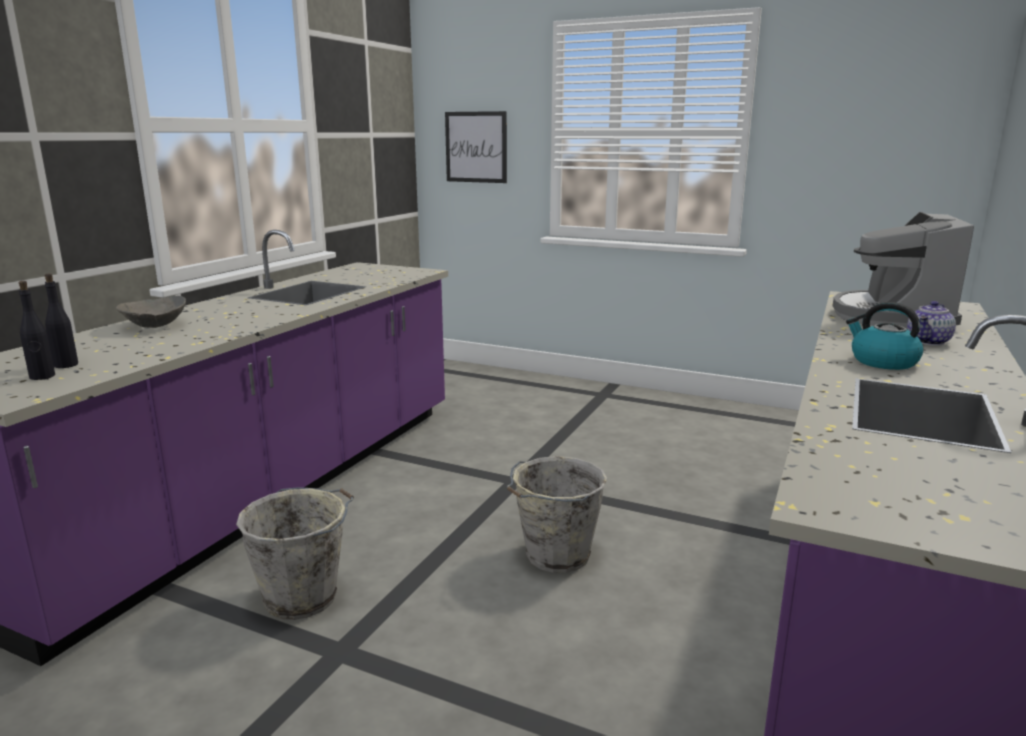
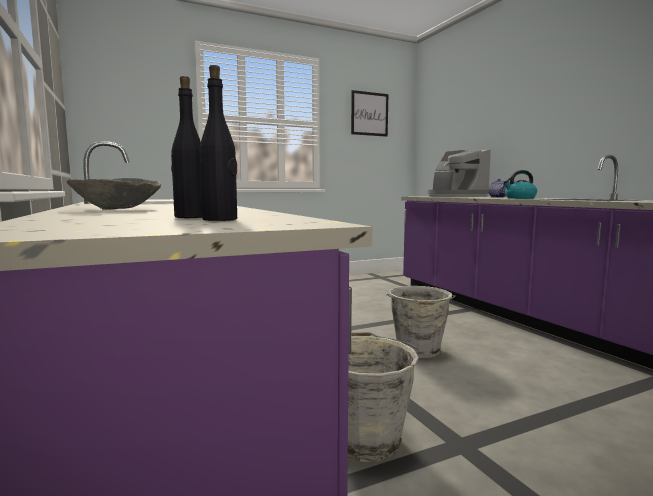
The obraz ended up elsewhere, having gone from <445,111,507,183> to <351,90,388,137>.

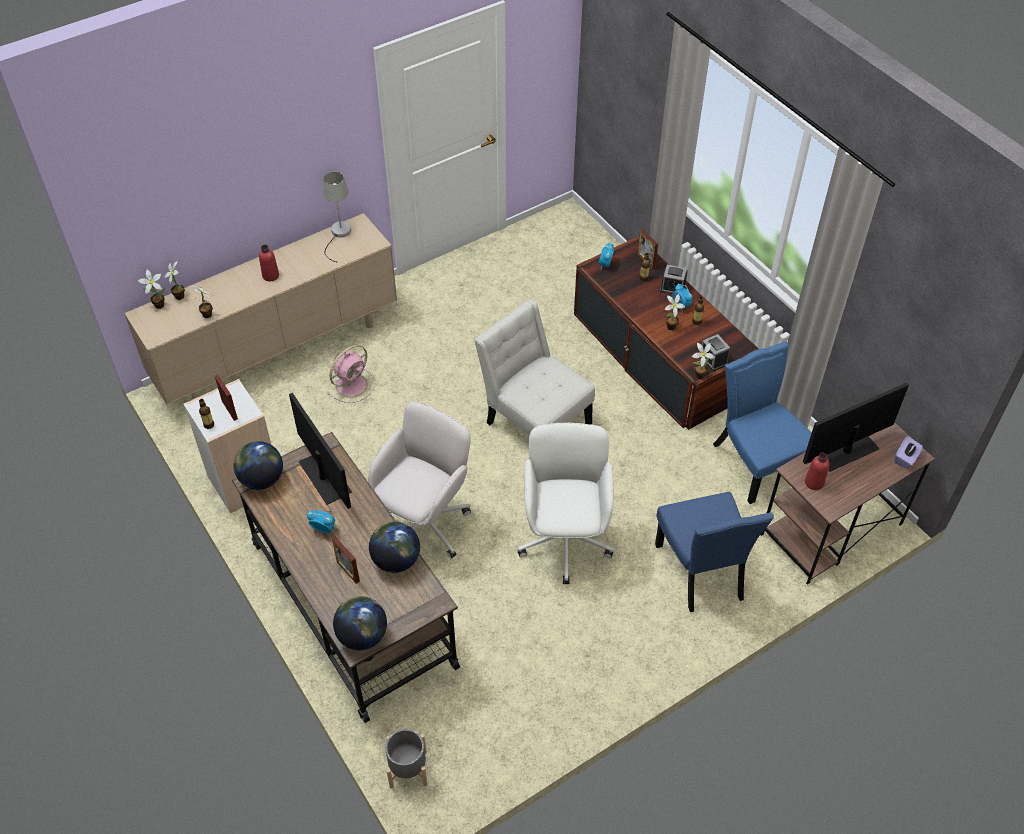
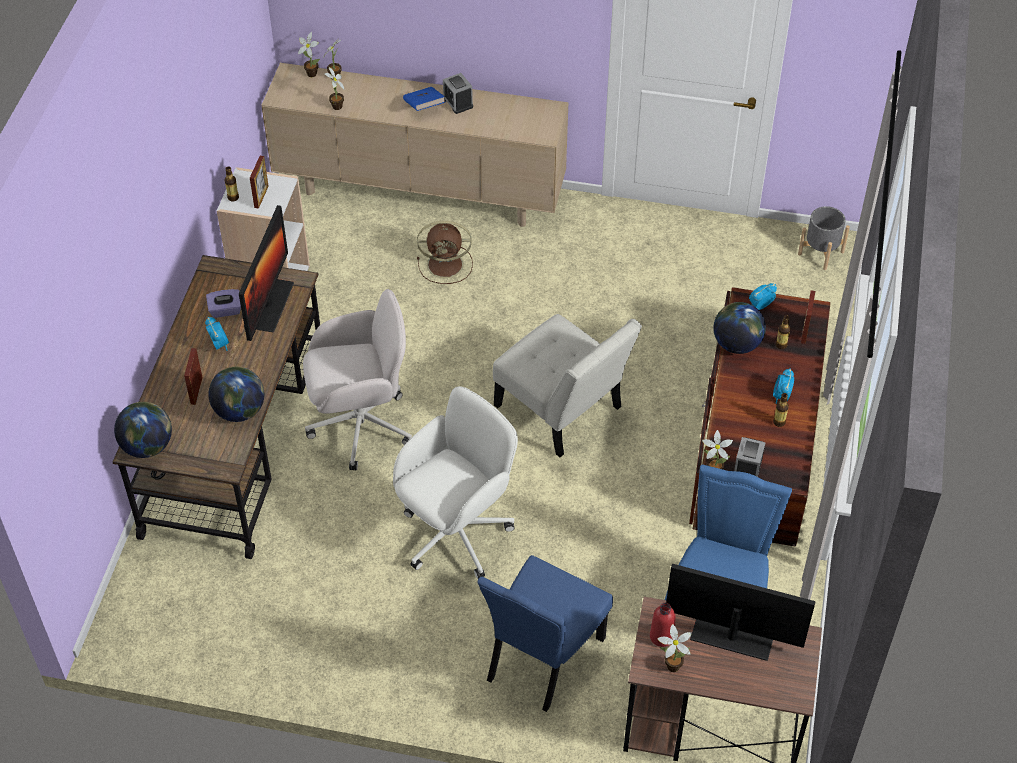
The second view lost the lampa stołowa [szary] at <323,172,351,263>.
The globus ended up elsewhere, having gone from <233,441,283,490> to <713,302,766,354>.
The donica [szary] ended up elsewhere, having gone from <385,729,428,789> to <798,206,850,270>.
The budzik ended up elsewhere, having gone from <660,265,688,293> to <443,73,473,114>.
The roślina doniczkowa ended up elsewhere, having gone from <665,294,685,330> to <657,624,692,672>.
The pudełko chusteczek [fioletowy] ended up elsewhere, having gone from <894,436,923,469> to <206,289,241,318>.
Where the butelka [czerwony] stood at <259,245,279,281>, the książka [niebieski] came to stand at <403,87,445,111>.
What was the wentylator [różowy] at <327,345,376,403> turned into the wentylator [brązowy] at <417,221,473,284>.
The krzesło [biały] at <474,299,595,435> ended up facing another way, 135 degrees clockwise from before.

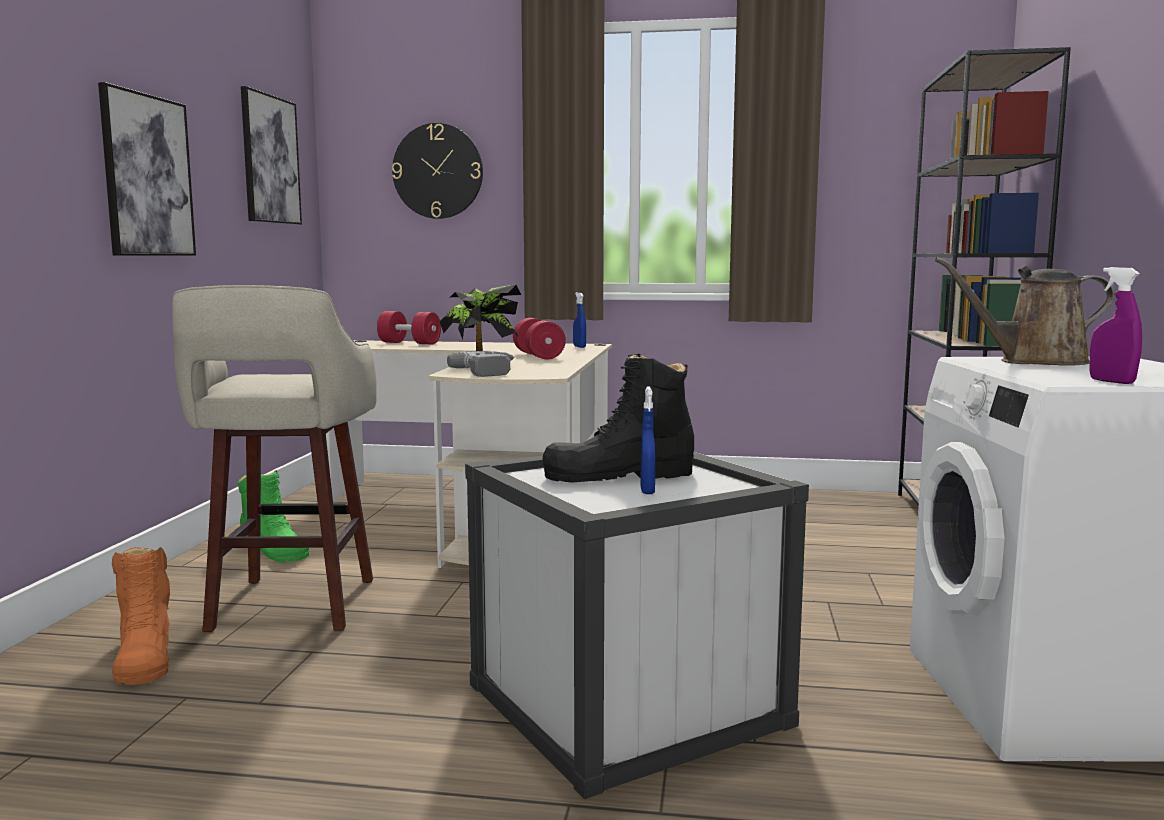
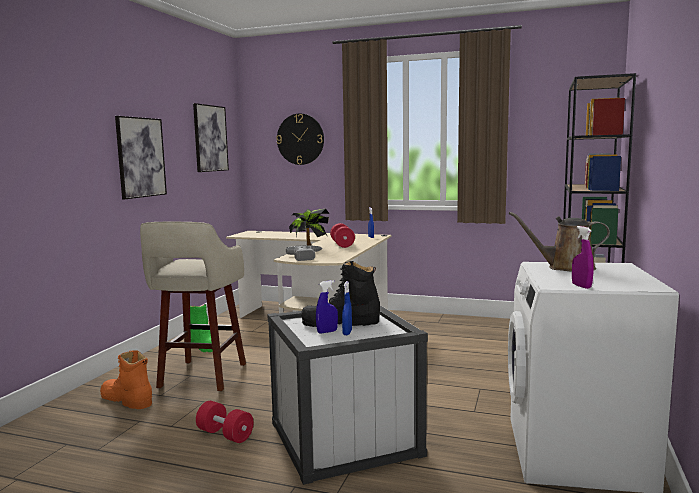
The second view gained the spryskiwacz [niebieski] at <316,280,338,334>.
The hantel [czerwony] ended up elsewhere, having gone from <377,311,441,345> to <196,401,254,443>.
The but z cholewką [pomarańczowy] at <112,547,170,685> ended up facing another way, 135 degrees clockwise from before.

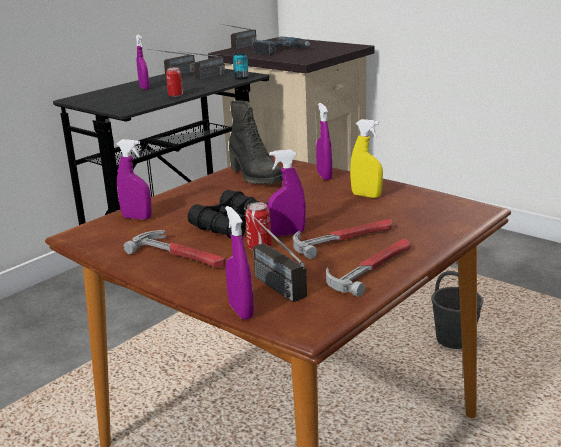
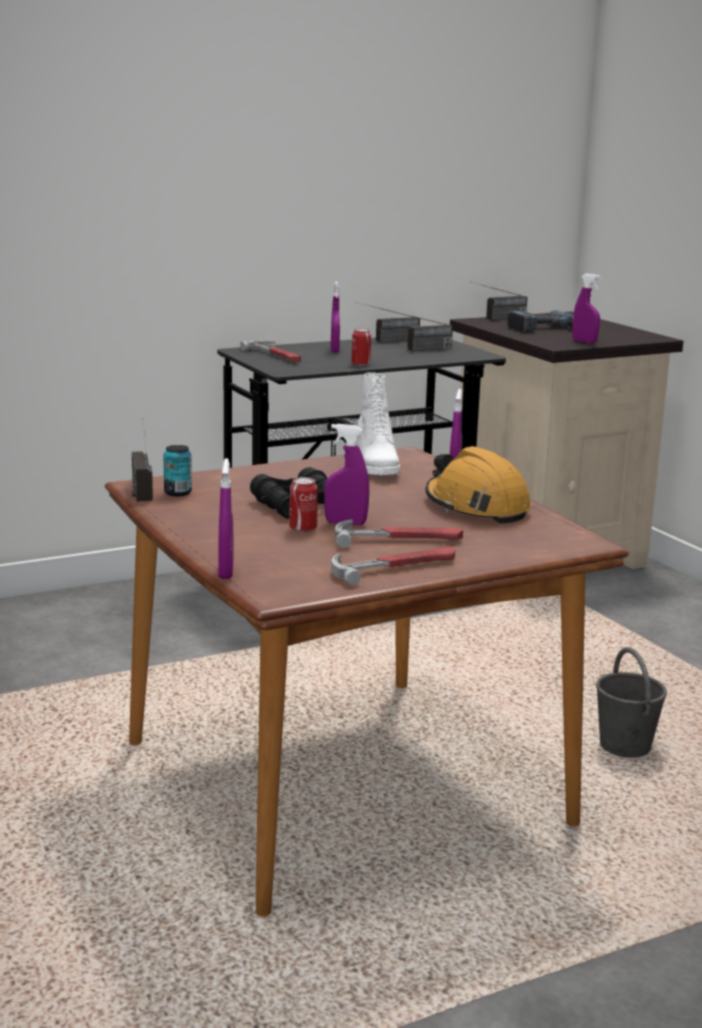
The spryskiwacz [fioletowy] ended up elsewhere, having gone from <117,139,152,220> to <573,273,601,343>.
The młotek ended up elsewhere, having gone from <123,230,226,268> to <240,340,301,362>.
The puszka ended up elsewhere, having gone from <233,52,249,80> to <164,445,192,496>.
The radio ended up elsewhere, having gone from <244,207,307,302> to <132,418,153,501>.
Where the spryskiwacz [żółty] stood at <350,119,383,198>, the kask [pomarańczowy] came to stand at <425,446,531,524>.
What was the but z cholewką [czarny] at <229,101,283,184> turned into the but z cholewką [biały] at <358,373,400,475>.

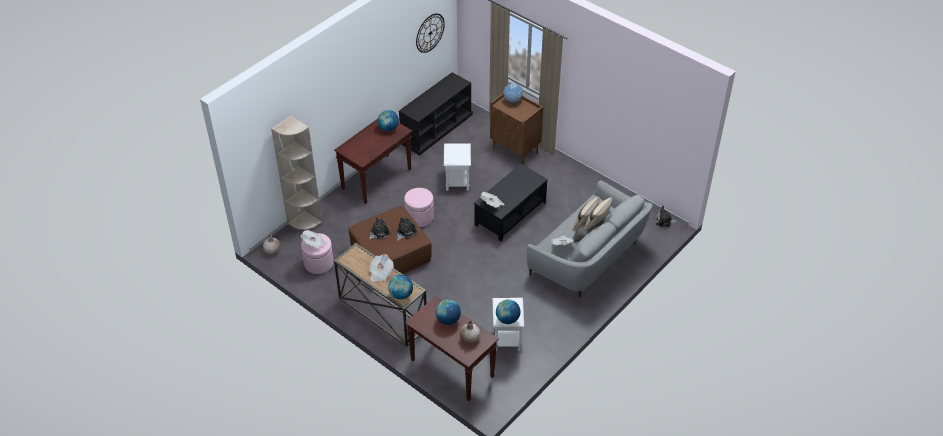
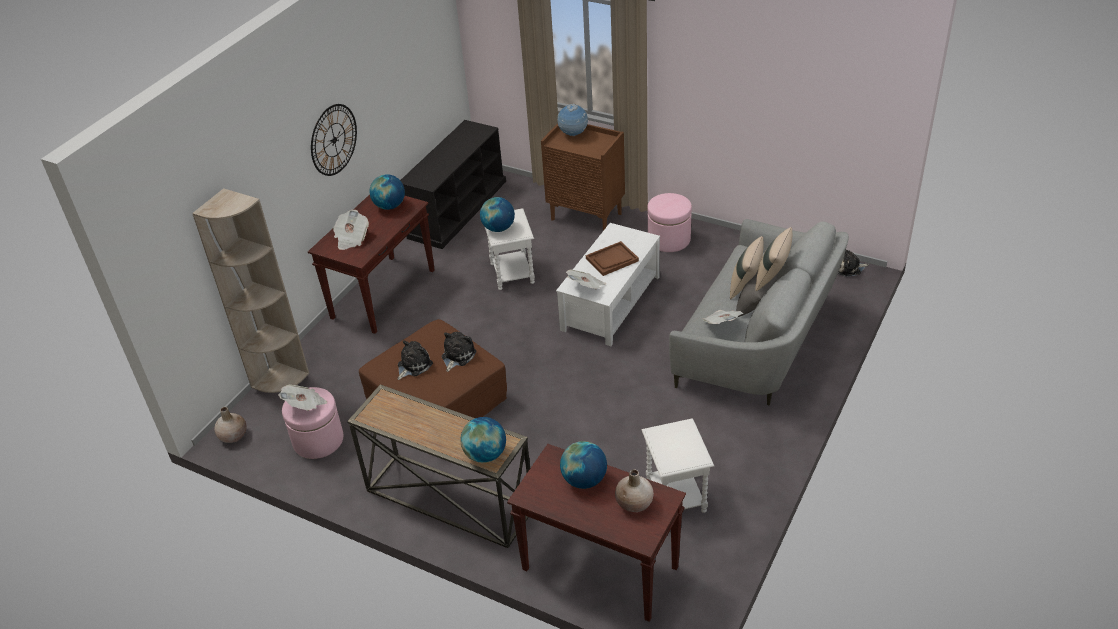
The second view gained the taca [brązowy] at <586,241,639,276>.
The gazeta ended up elsewhere, having gone from <369,254,394,281> to <333,210,369,250>.
The pufa [różowy] ended up elsewhere, having gone from <404,188,434,227> to <647,193,692,252>.
The zegar ścienny ended up elsewhere, having gone from <416,13,445,53> to <311,104,357,176>.
The globus ended up elsewhere, having gone from <496,299,520,324> to <480,197,515,232>.
What was the ława [czarny] at <474,164,548,242> turned into the ława [biały] at <556,223,660,346>.

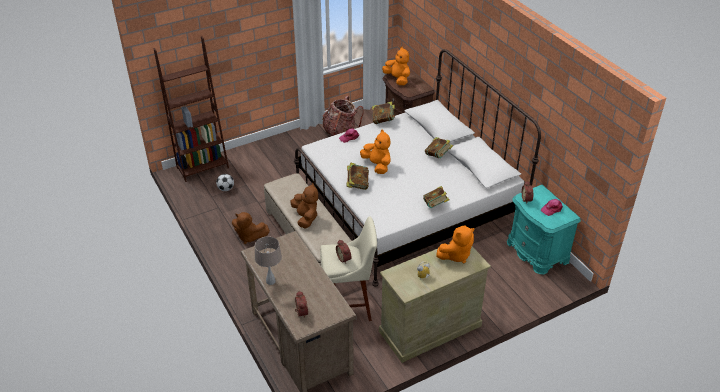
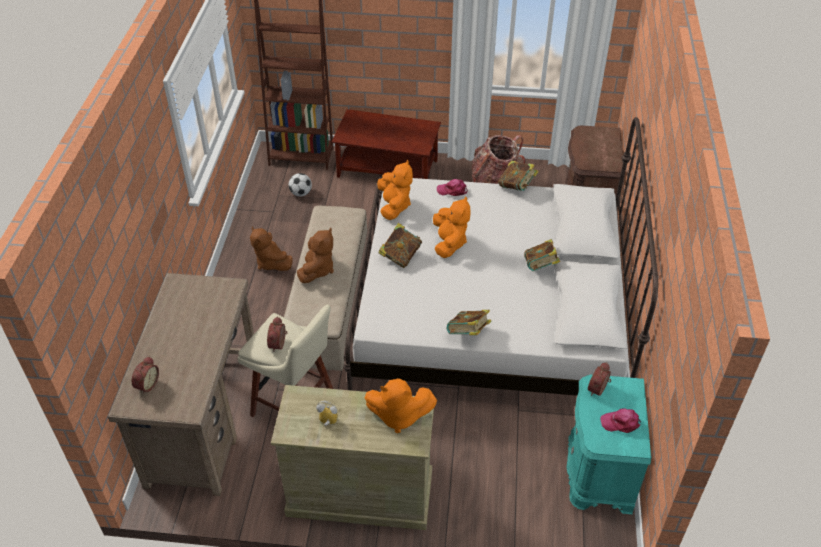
The second view lost the lampa stołowa [beżowy] at <255,236,282,285>.
The second view gained the ława [brązowy] at <331,109,441,179>.
The pluszak [pomarańczowy] ended up elsewhere, having gone from <382,46,410,85> to <377,160,413,220>.

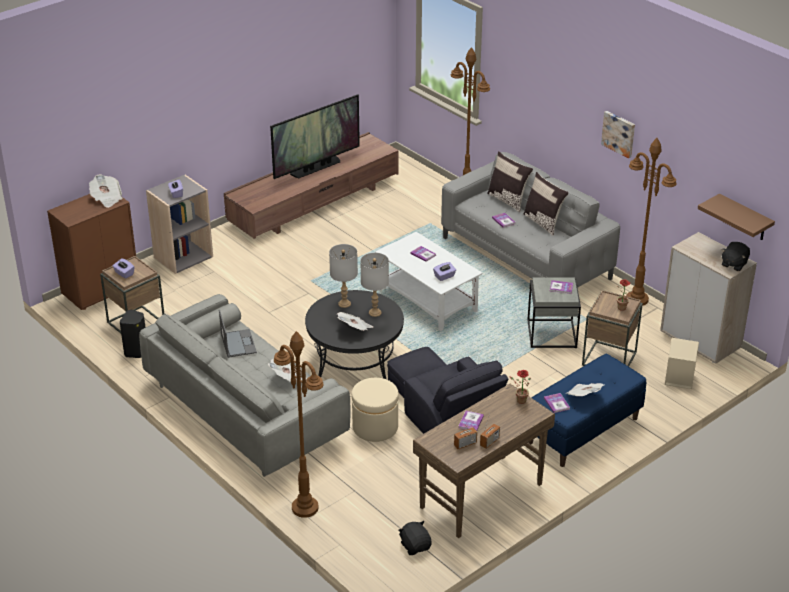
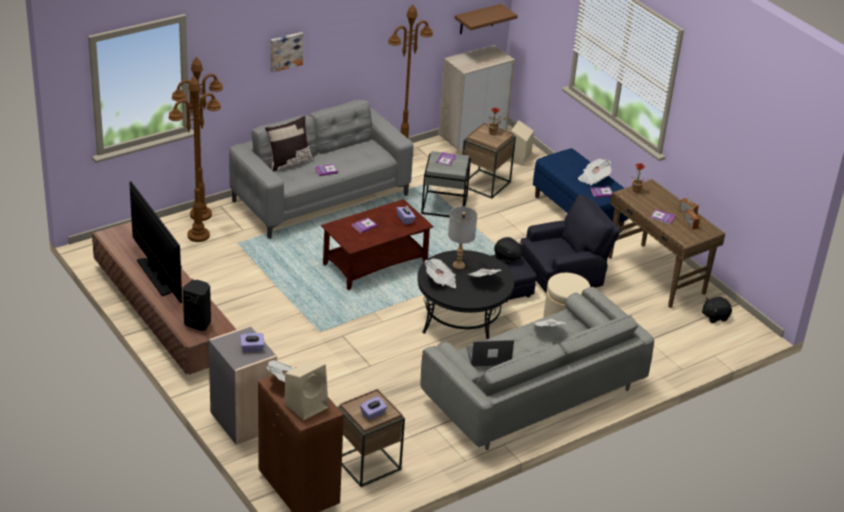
The second view lost the poduszka at <523,172,568,236>.
The second view gained the głośnik [beżowy] at <285,361,329,420>.
The głośnik [czarny] ended up elsewhere, having gone from <120,310,145,358> to <183,280,211,331>.
The lampa stojąca [brązowy] ended up elsewhere, having gone from <274,331,323,518> to <168,76,221,242>.
The obraz ended up elsewhere, having gone from <601,111,635,158> to <270,32,304,73>.
The pluszak [czarny] ended up elsewhere, having gone from <721,242,750,271> to <494,237,523,265>.
Where the lampa stołowa [szary] stood at <329,244,358,308>, the gazeta came to stand at <425,259,456,288>.
What was the ława [biały] at <375,232,483,331> turned into the ława [brązowy] at <321,199,434,290>.

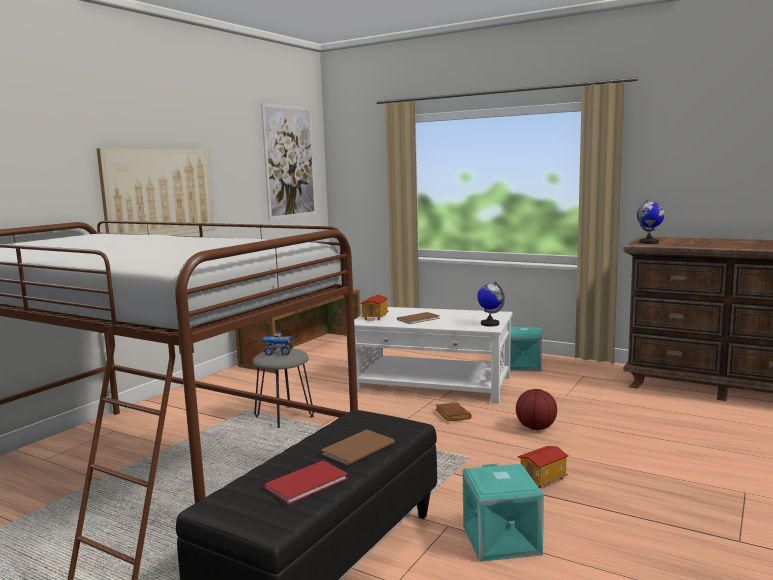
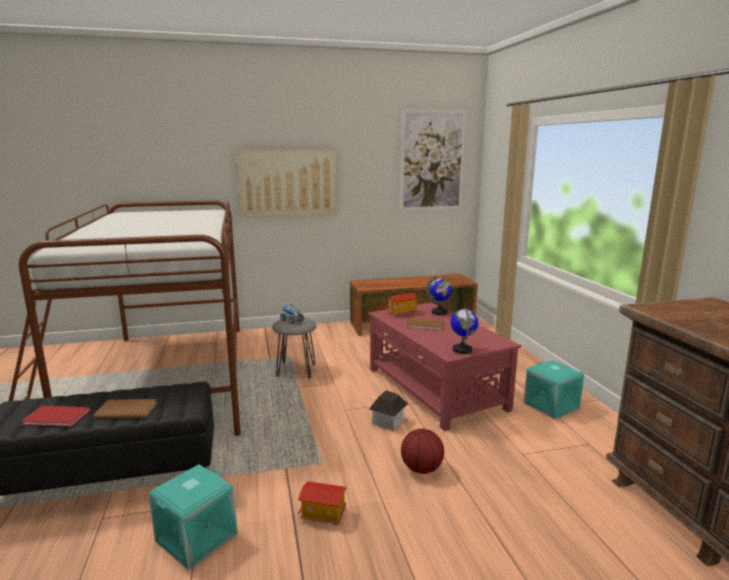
The globus ended up elsewhere, having gone from <637,199,665,244> to <426,276,452,315>.
Where the książka [brązowy] stood at <435,403,472,421>, the domek came to stand at <369,390,408,430>.
What was the ława [biały] at <354,307,513,404> turned into the ława [czerwony] at <368,303,521,431>.

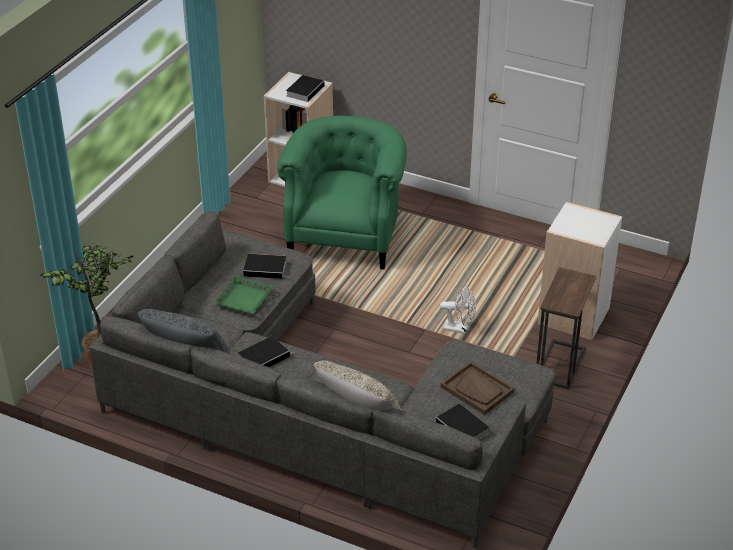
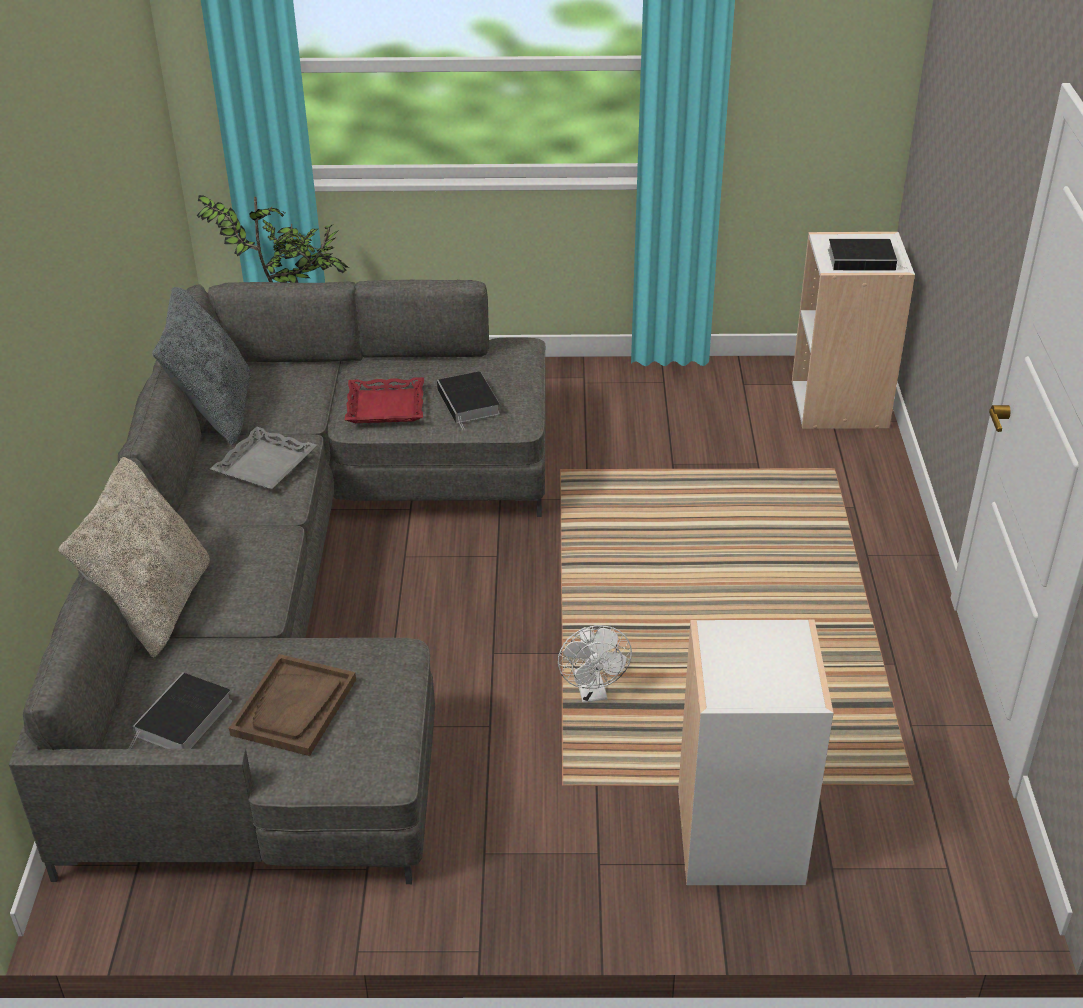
The second view lost the fotel [zielony] at <277,116,407,269>.
The second view lost the stolik [brązowy] at <536,267,596,390>.
Where the książka stood at <238,336,295,367>, the taca [szary] came to stand at <210,426,317,490>.
What was the taca [zielony] at <214,275,274,314> turned into the taca [czerwony] at <345,377,424,423>.

